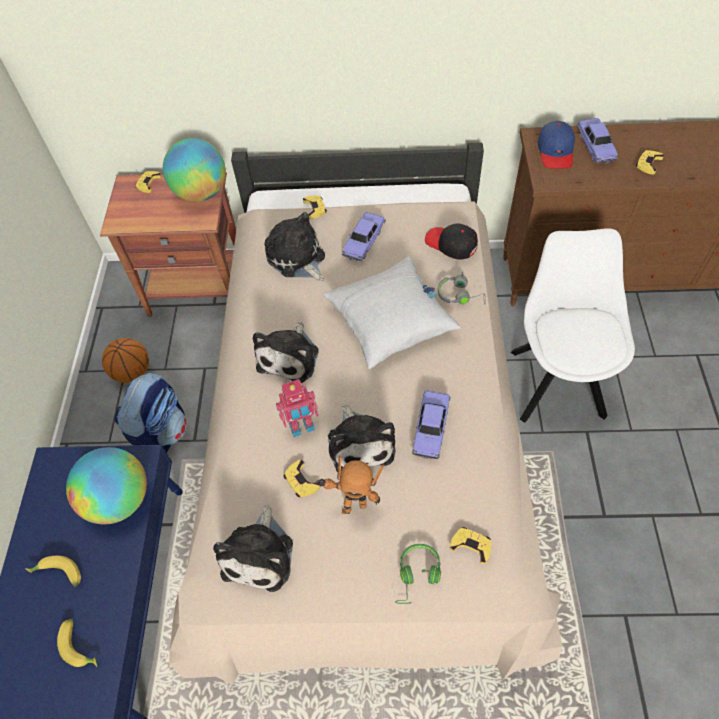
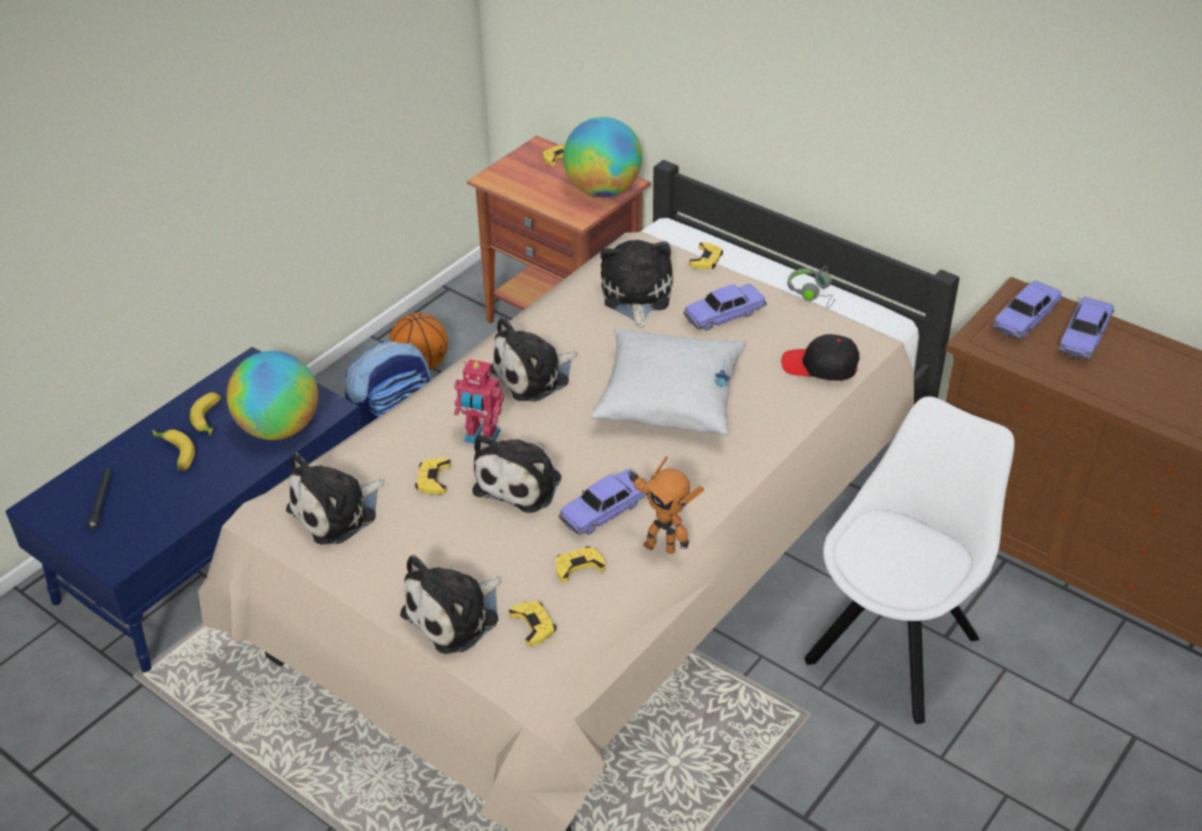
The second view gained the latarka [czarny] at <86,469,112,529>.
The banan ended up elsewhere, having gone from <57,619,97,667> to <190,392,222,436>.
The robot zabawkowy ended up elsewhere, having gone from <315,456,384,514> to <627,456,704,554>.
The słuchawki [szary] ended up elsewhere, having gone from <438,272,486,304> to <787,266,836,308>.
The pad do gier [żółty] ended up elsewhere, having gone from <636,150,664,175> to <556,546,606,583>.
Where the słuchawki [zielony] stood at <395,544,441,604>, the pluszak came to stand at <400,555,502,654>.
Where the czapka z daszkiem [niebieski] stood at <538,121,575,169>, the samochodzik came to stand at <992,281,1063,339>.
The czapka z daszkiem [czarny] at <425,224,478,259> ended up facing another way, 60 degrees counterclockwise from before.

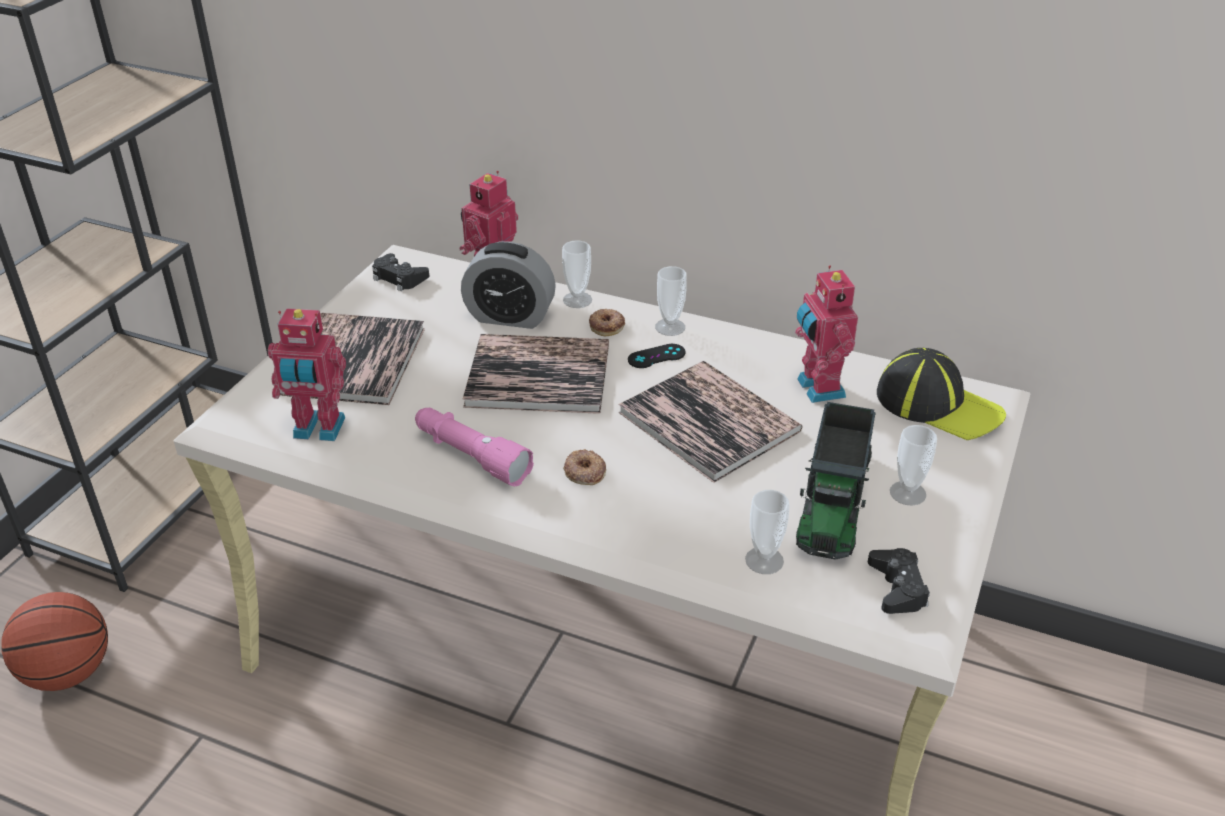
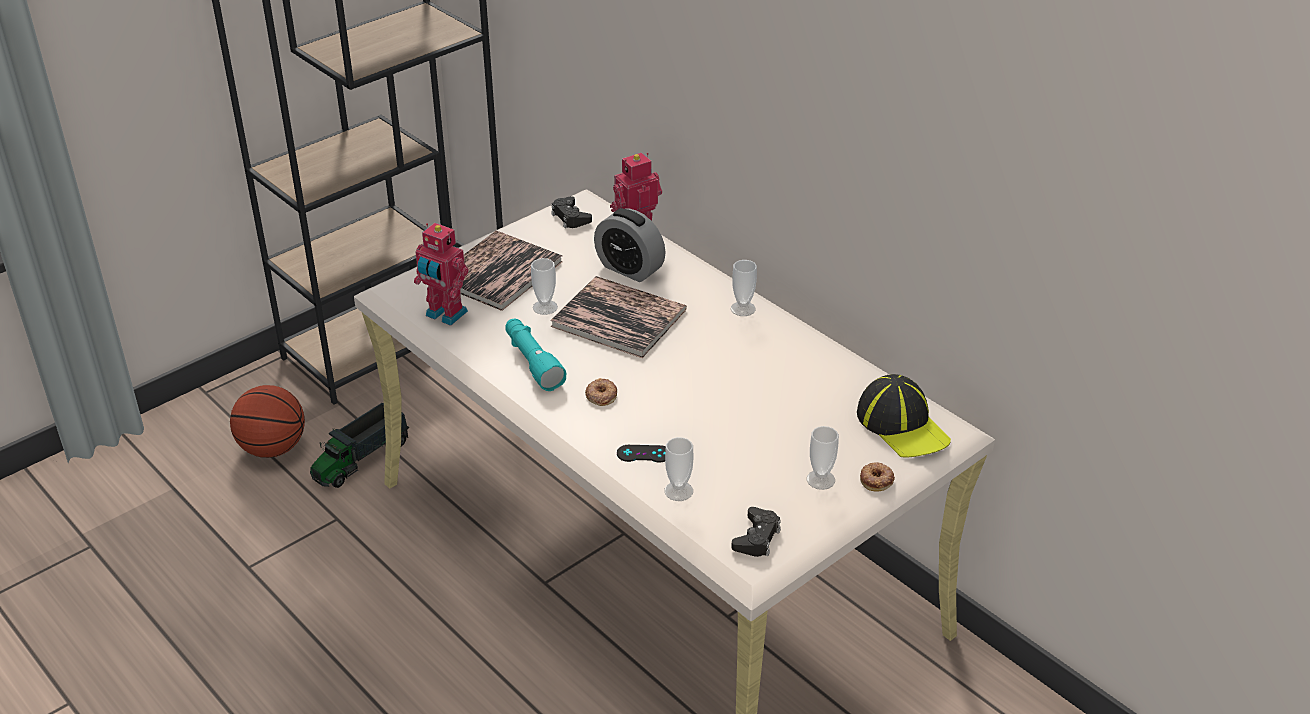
The second view lost the książka at <618,361,803,483>.
The second view lost the robot zabawkowy at <795,265,858,403>.
The filiżanka ended up elsewhere, having gone from <562,240,592,308> to <531,258,558,315>.
The donut ended up elsewhere, having gone from <589,309,625,336> to <860,462,895,491>.
The pad do gier [czarny] ended up elsewhere, having gone from <628,344,686,368> to <617,445,666,463>.
The ciężarówka zabawkowa ended up elsewhere, having gone from <796,402,876,560> to <310,403,410,488>.
What was the latarka [różowy] at <415,408,534,486> turned into the latarka [turkusowy] at <505,319,566,391>.

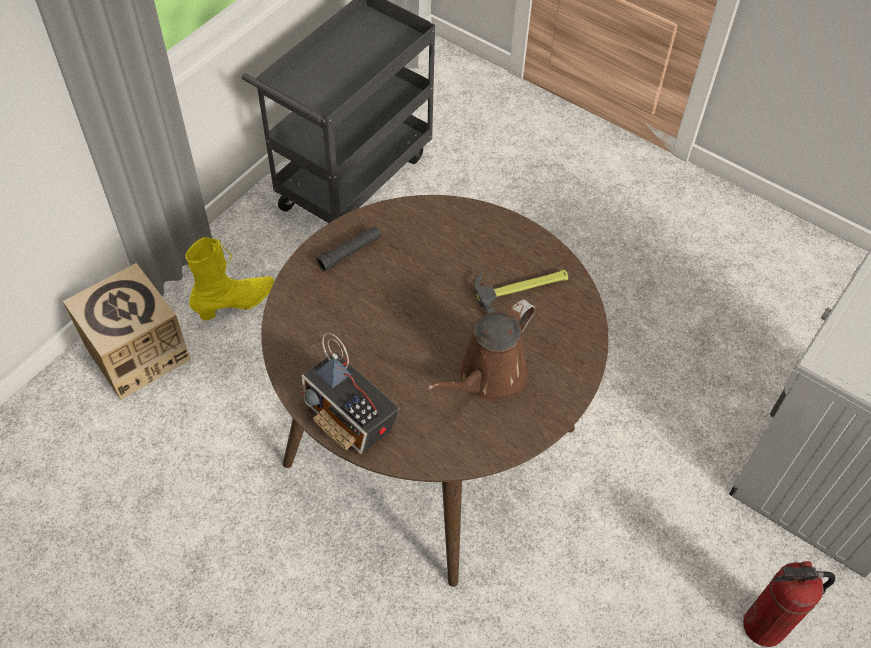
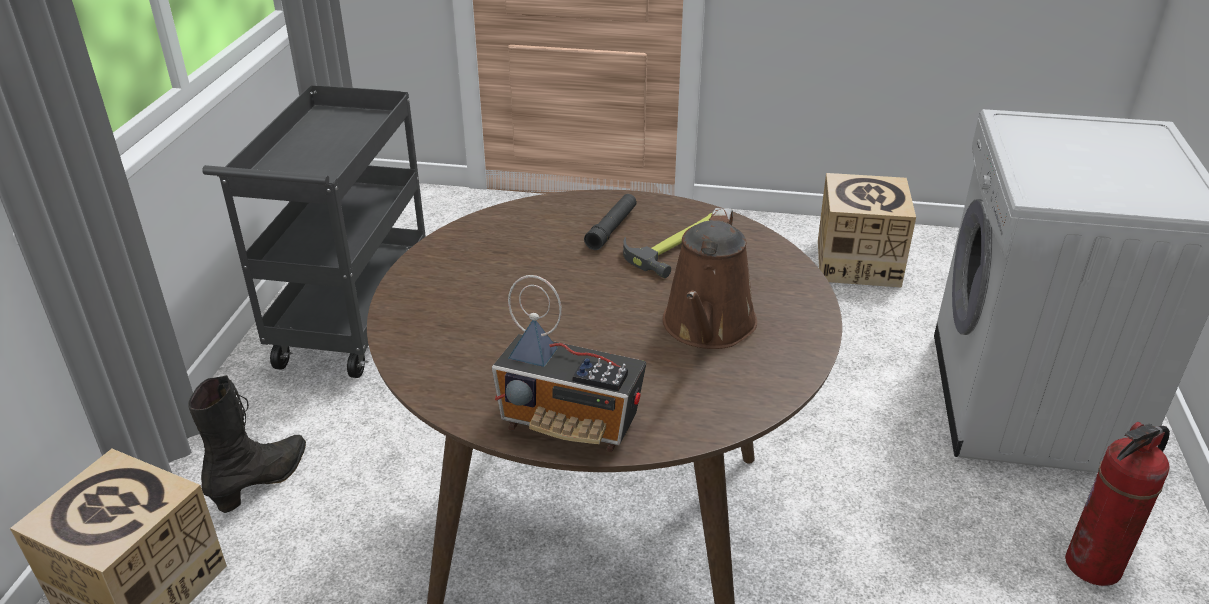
The second view gained the karton at <818,173,916,288>.
The latarka [czarny] ended up elsewhere, having gone from <316,226,381,272> to <584,194,637,250>.
What was the but z cholewką [żółty] at <185,237,275,320> turned into the but z cholewką [czarny] at <188,375,306,513>.

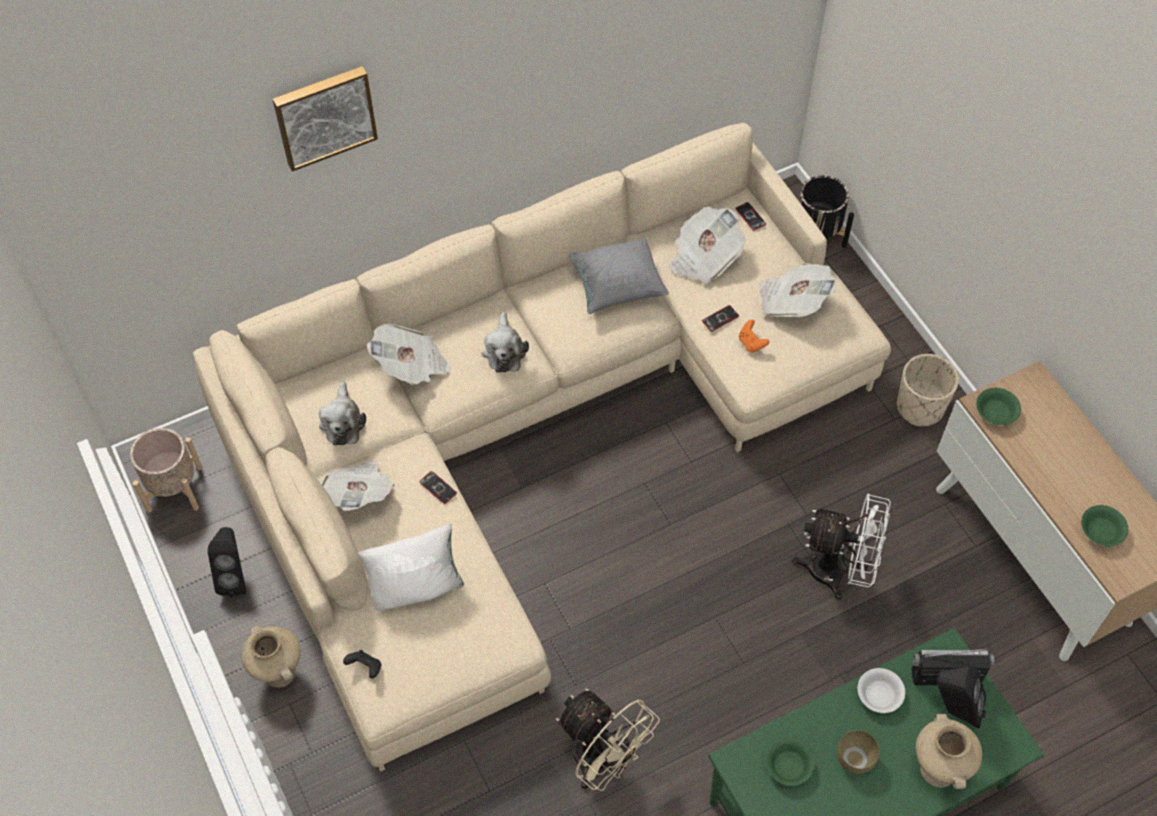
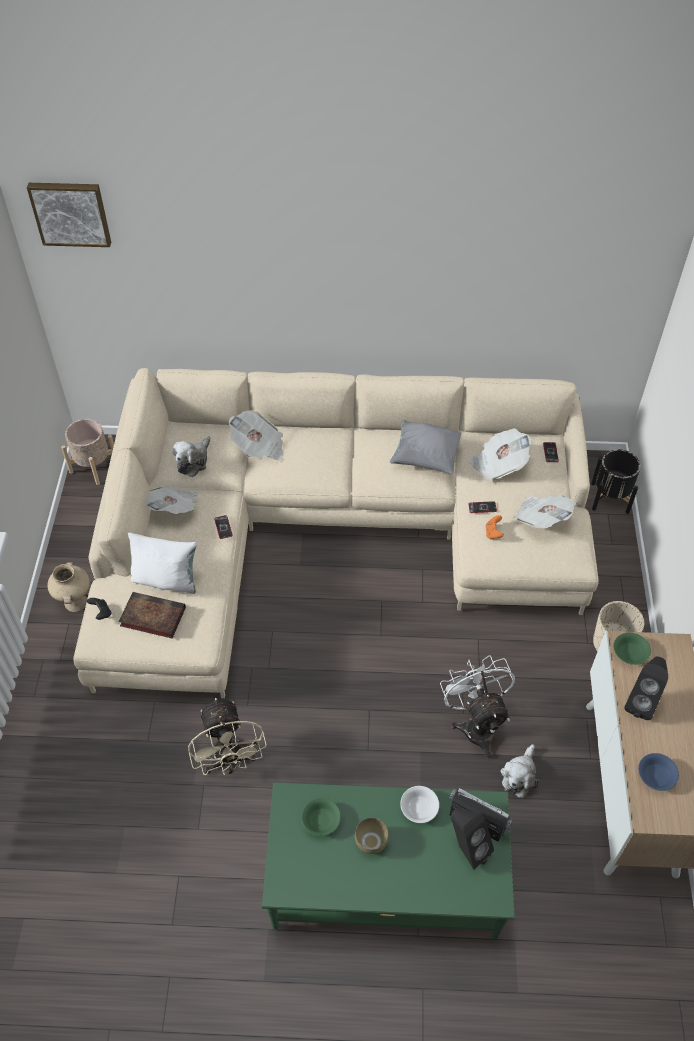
The second view lost the wazon [beżowy] at <916,714,982,789>.
The second view gained the książka at <119,592,186,638>.
The głośnik [czarny] ended up elsewhere, having gone from <208,527,246,597> to <624,656,668,720>.
The obraz ended up elsewhere, having gone from <273,66,378,172> to <27,183,111,247>.
The pluszak ended up elsewhere, having gone from <482,312,529,373> to <500,744,539,798>.
What was the miska [zielony] at <1081,505,1128,546> turned into the miska [niebieski] at <638,753,679,791>.
The wentylator [biały] at <792,494,891,600> ended up facing another way, 150 degrees counterclockwise from before.

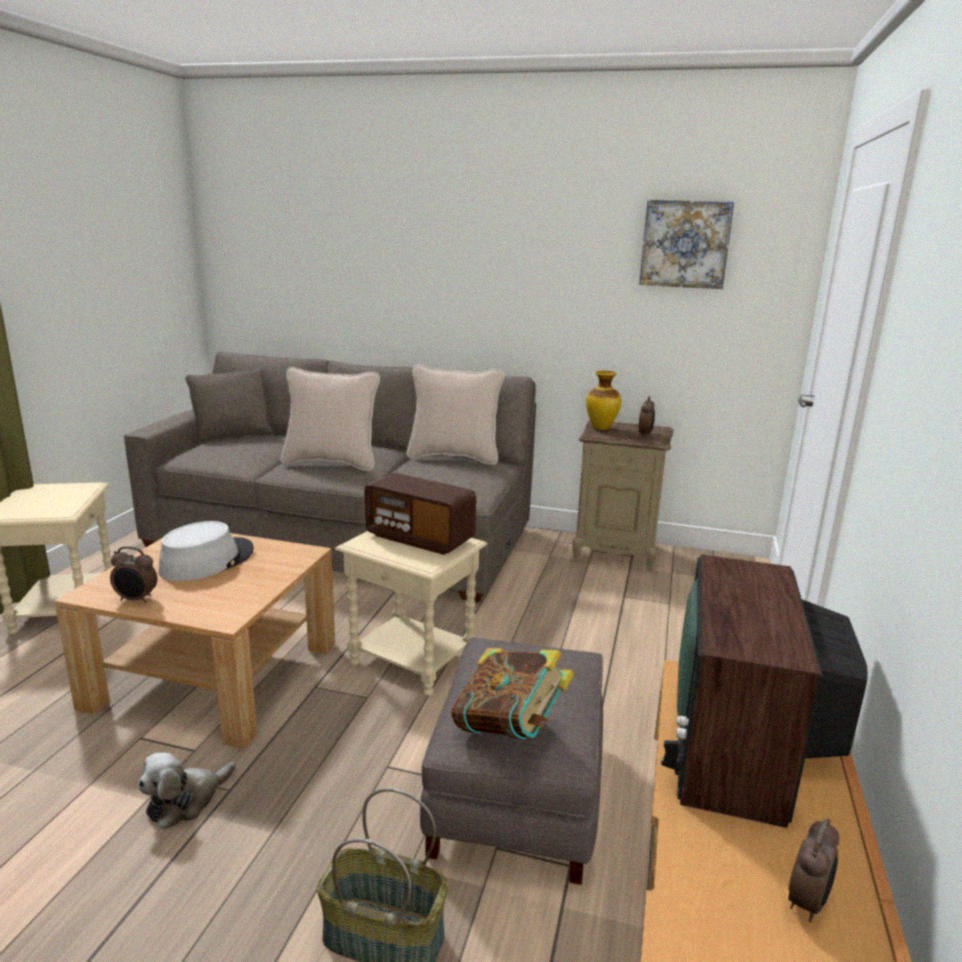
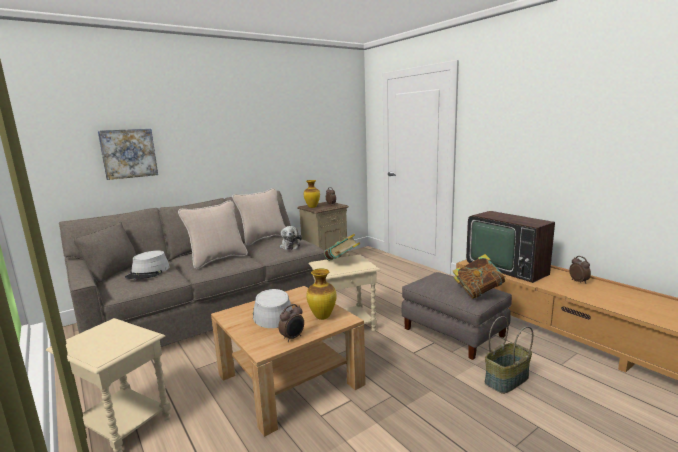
The second view gained the kapelusz [szary] at <125,250,170,279>.
The second view gained the wazon at <306,268,337,320>.
The pluszak ended up elsewhere, having gone from <138,753,236,830> to <280,226,302,250>.
The obraz ended up elsewhere, having gone from <639,200,734,289> to <98,129,158,180>.
Where the radio stood at <364,473,476,555>, the książka came to stand at <324,234,360,261>.

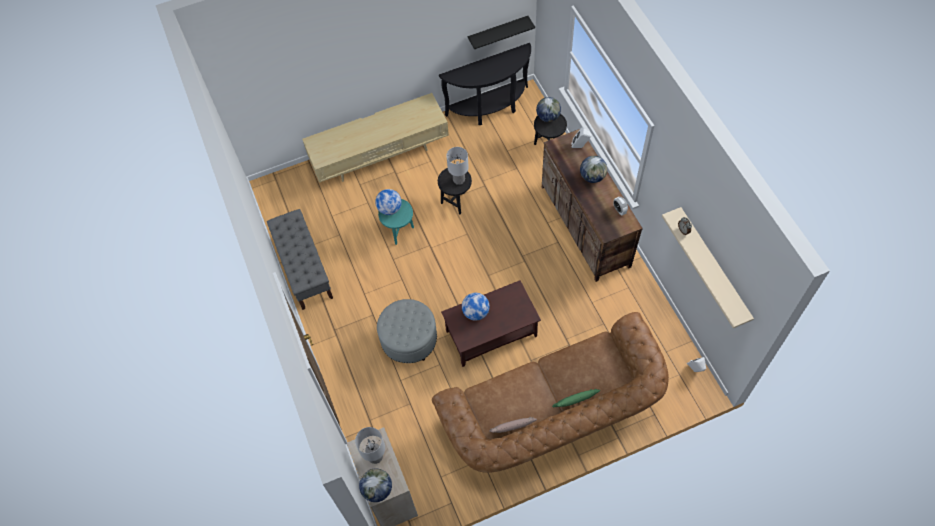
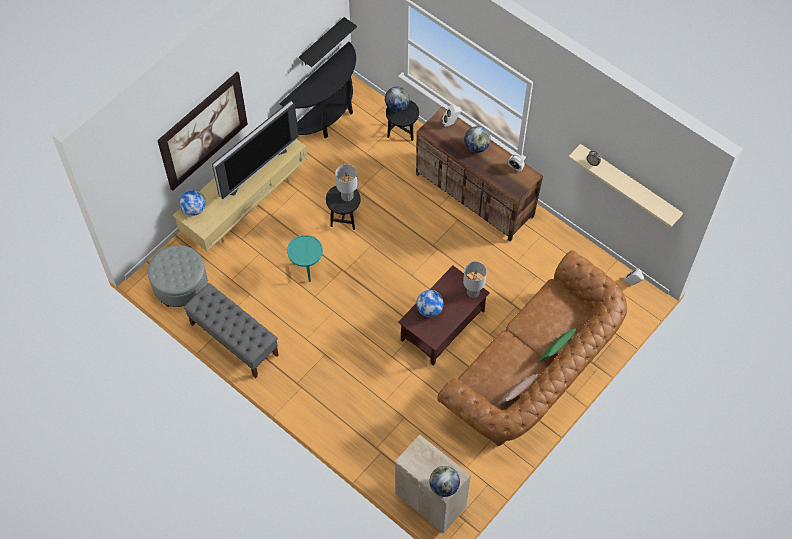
The second view gained the obraz at <157,72,248,191>.
The second view gained the telewizor at <212,100,298,200>.
The lampa stołowa [szary] ended up elsewhere, having gone from <355,427,385,464> to <463,261,487,298>.
The globus ended up elsewhere, having gone from <375,189,402,215> to <179,189,206,216>.
The pufa [szary] ended up elsewhere, having gone from <377,299,437,363> to <148,245,208,307>.

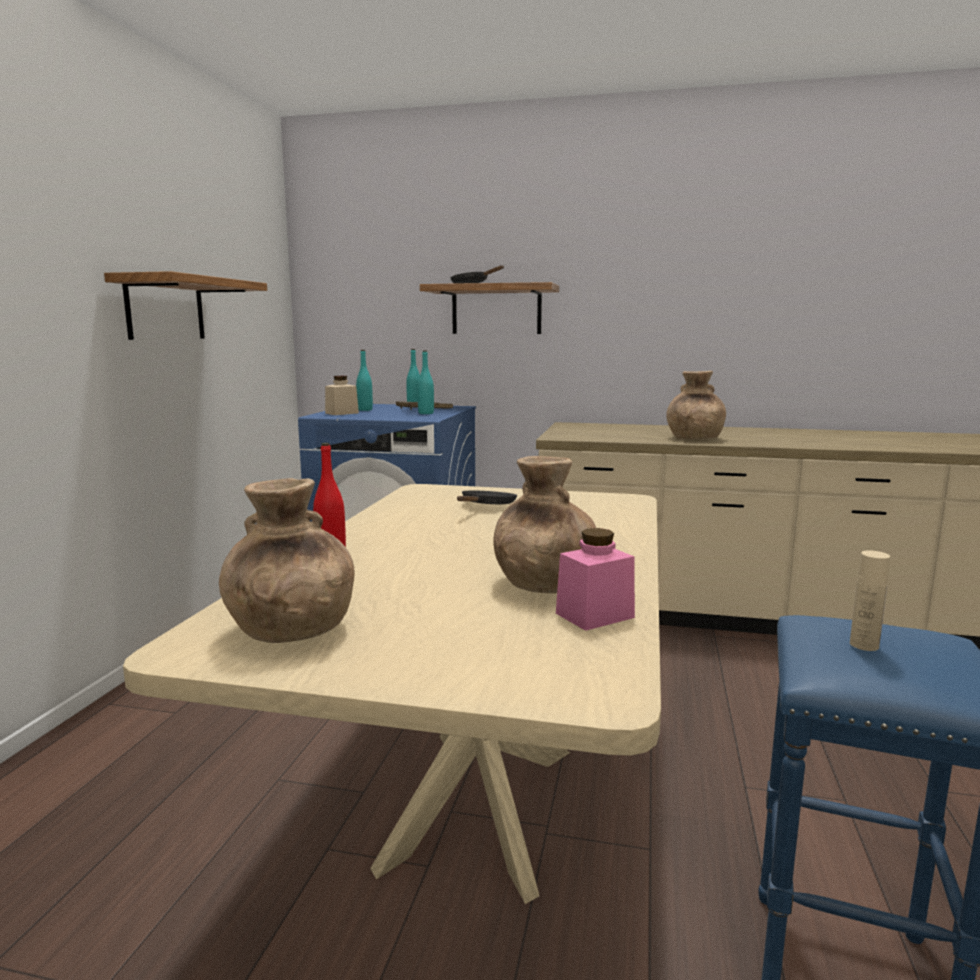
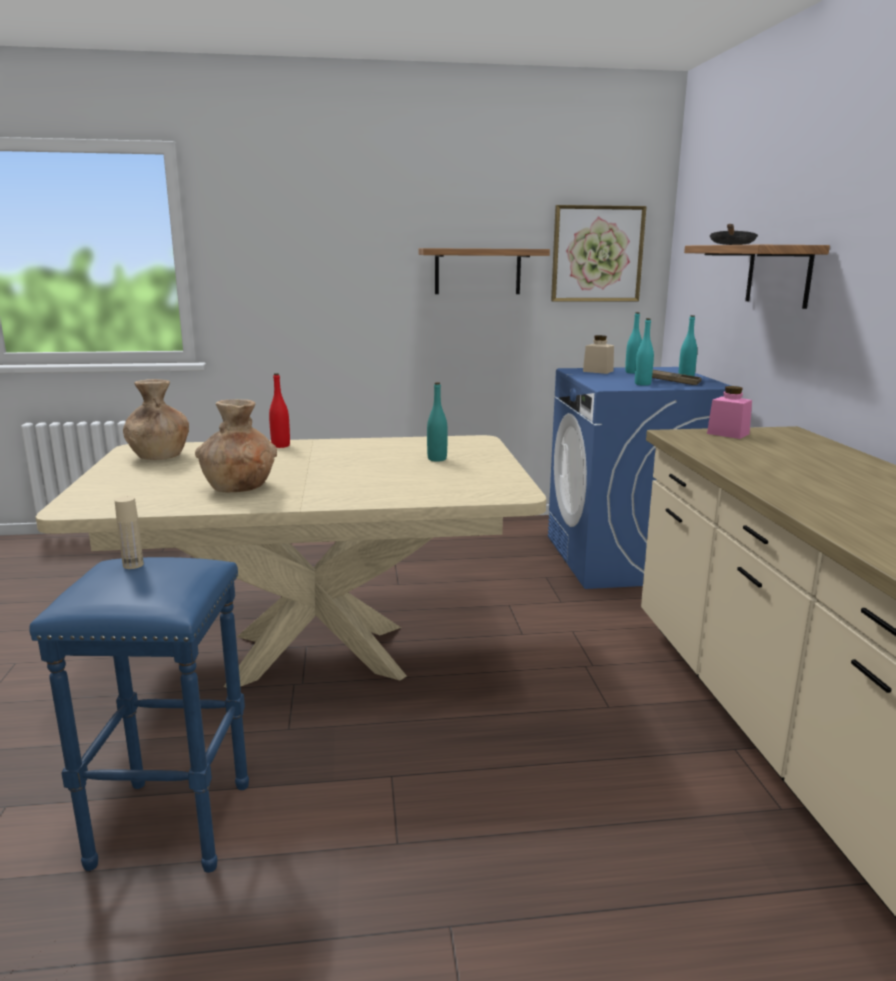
The second view lost the wazon [brązowy] at <666,371,726,440>.
The second view gained the obraz at <551,205,647,302>.
The słoik [różowy] ended up elsewhere, having gone from <556,528,635,631> to <707,386,752,439>.
Where the patelnia [czarny] stood at <457,491,517,504>, the butelka [turkusowy] came to stand at <427,382,448,462>.

